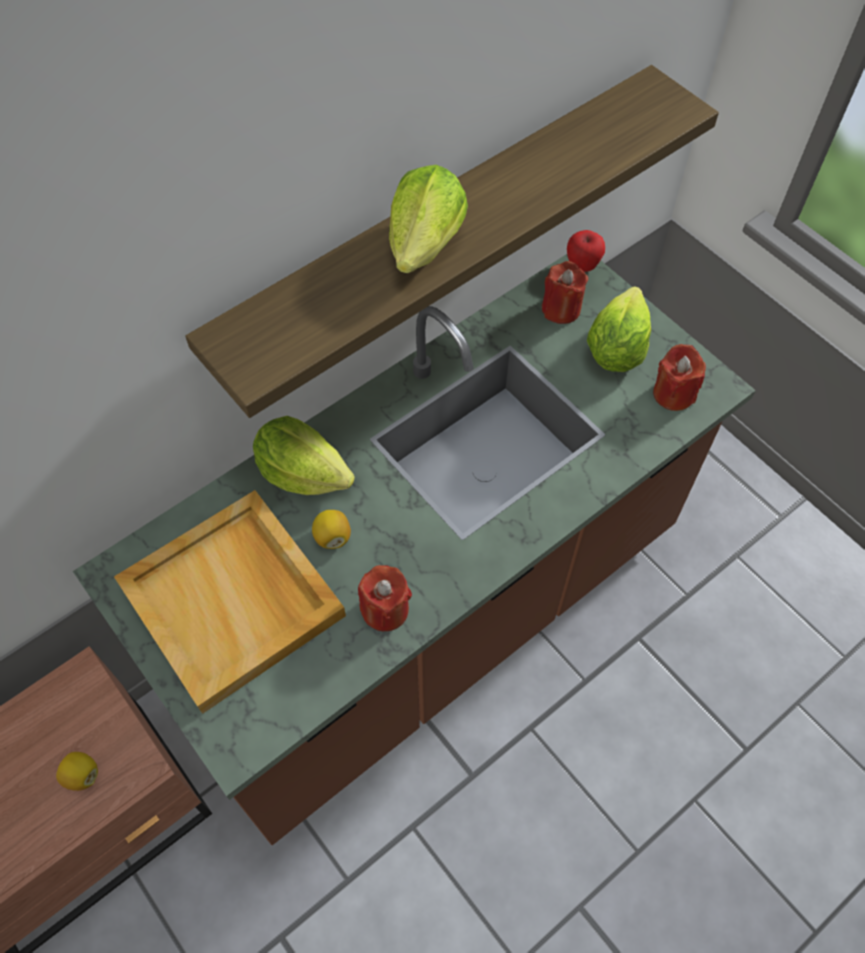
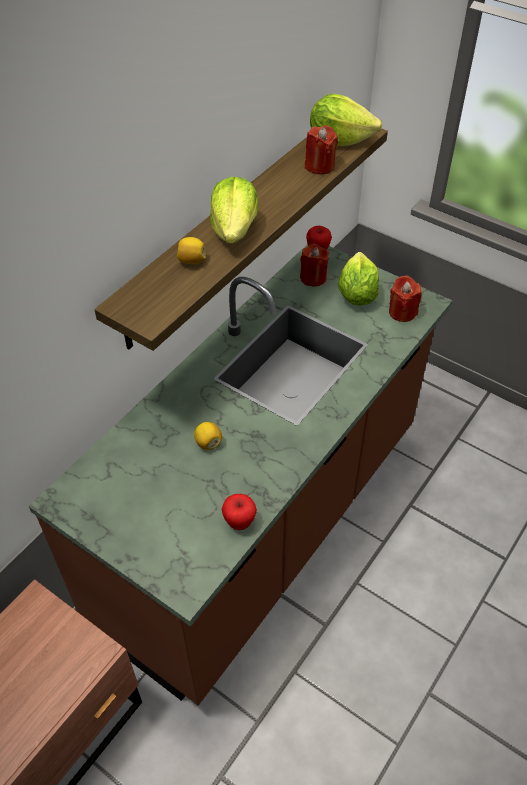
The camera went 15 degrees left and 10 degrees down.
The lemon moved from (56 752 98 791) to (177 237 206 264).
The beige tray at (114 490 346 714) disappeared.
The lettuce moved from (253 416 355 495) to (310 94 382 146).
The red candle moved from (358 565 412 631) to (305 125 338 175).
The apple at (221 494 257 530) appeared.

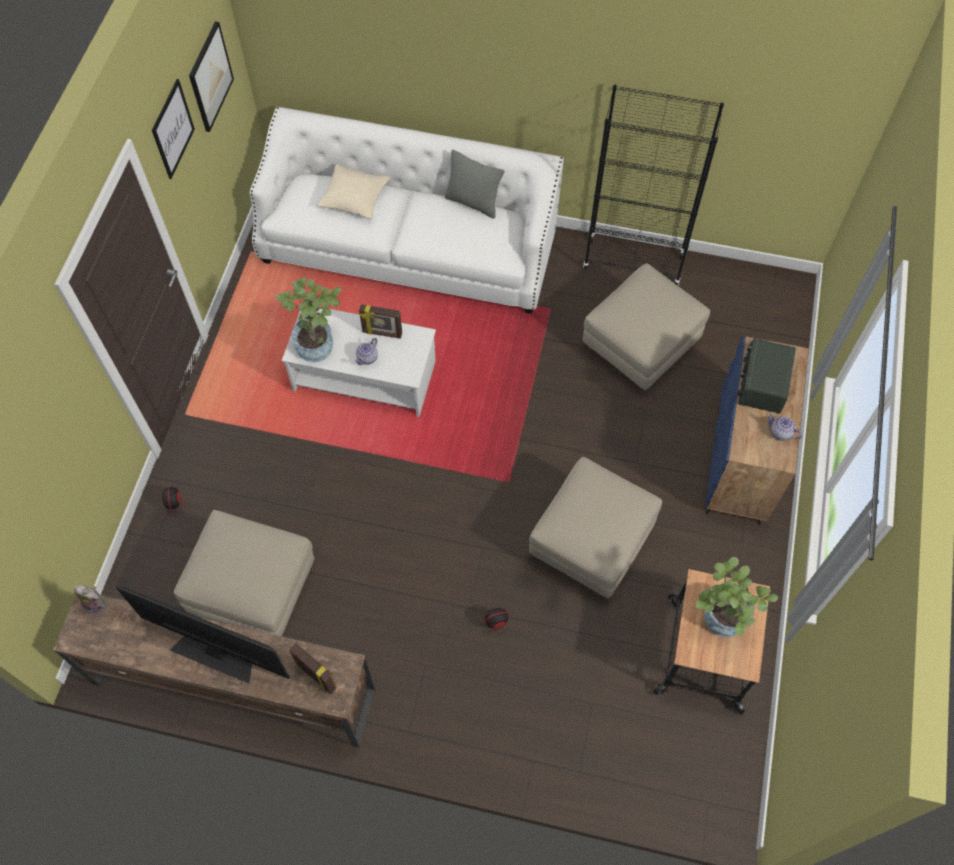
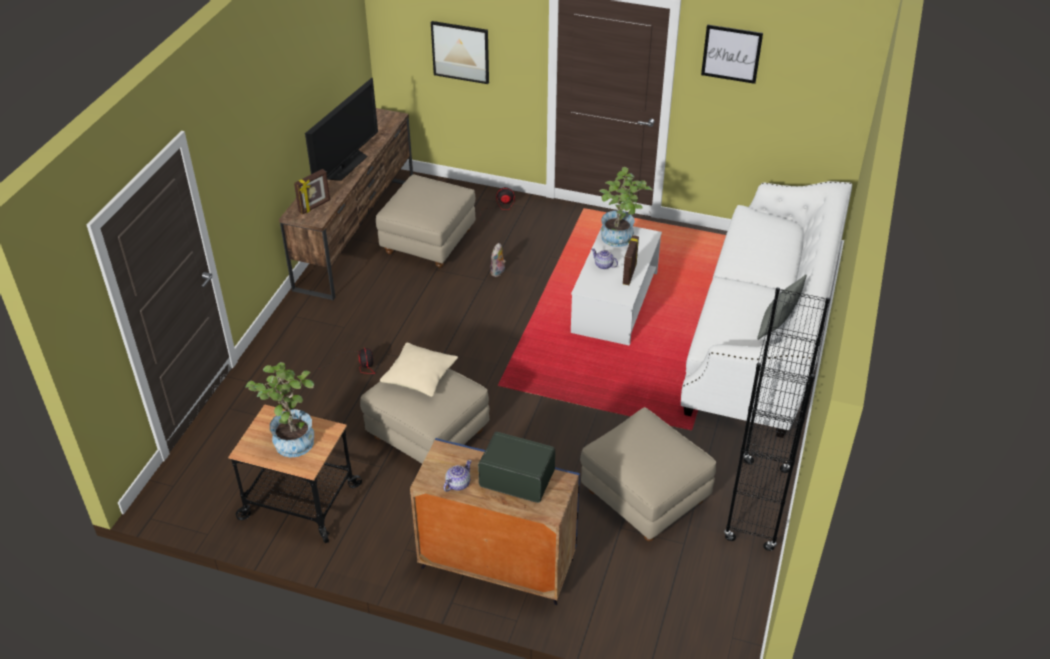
The camera went 95 degrees right and 20 degrees down.
The plush toy moved from (74 585 107 616) to (490 243 506 277).
The picture moved from (189 21 234 132) to (431 21 489 84).
The beige pillow moved from (317 164 390 219) to (380 343 458 397).

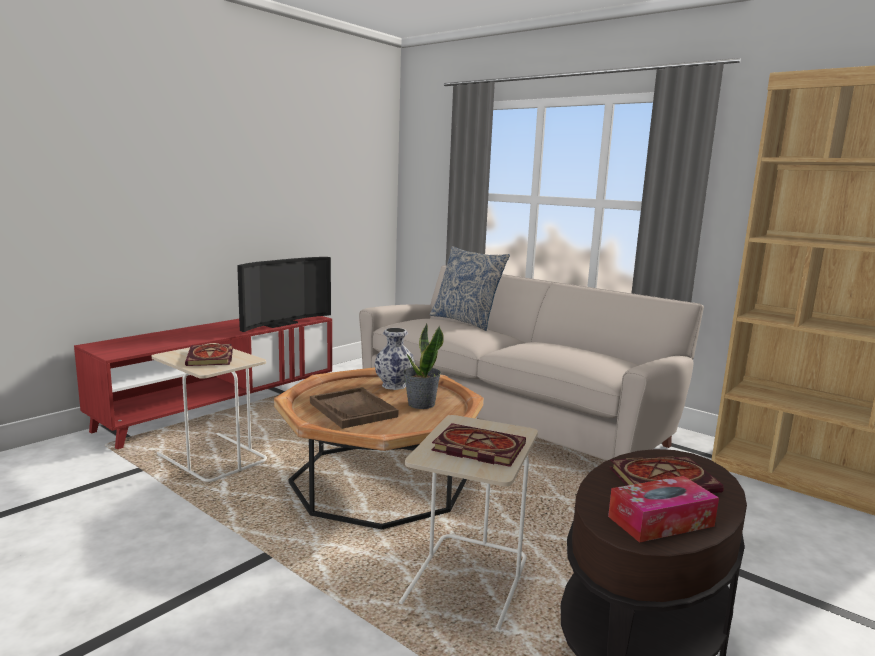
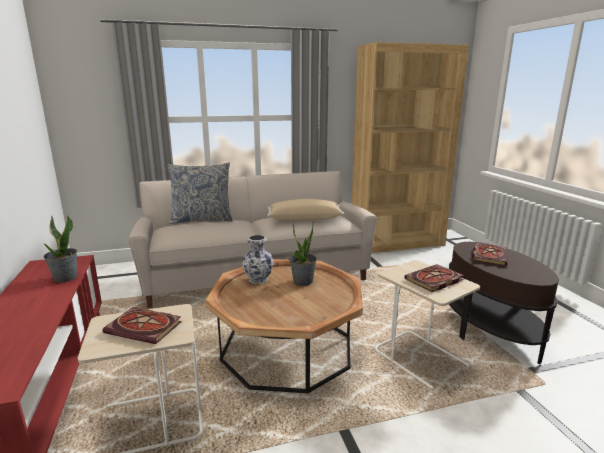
The camera went 55 degrees left and 5 degrees up.
The television at (237 257 331 332) was replaced by the potted plant at (44 215 78 283).
The brown tray at (310 387 398 429) disappeared.
The tissue box at (608 476 719 543) disappeared.
The beige pillow at (267 199 344 221) appeared.

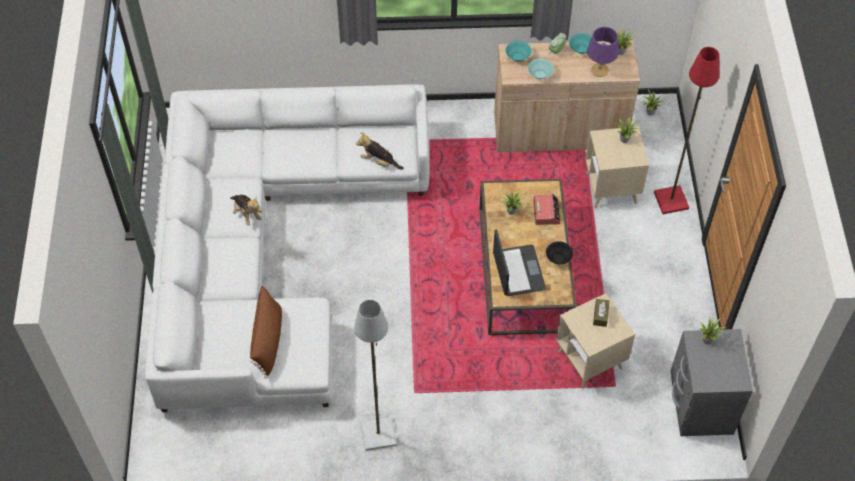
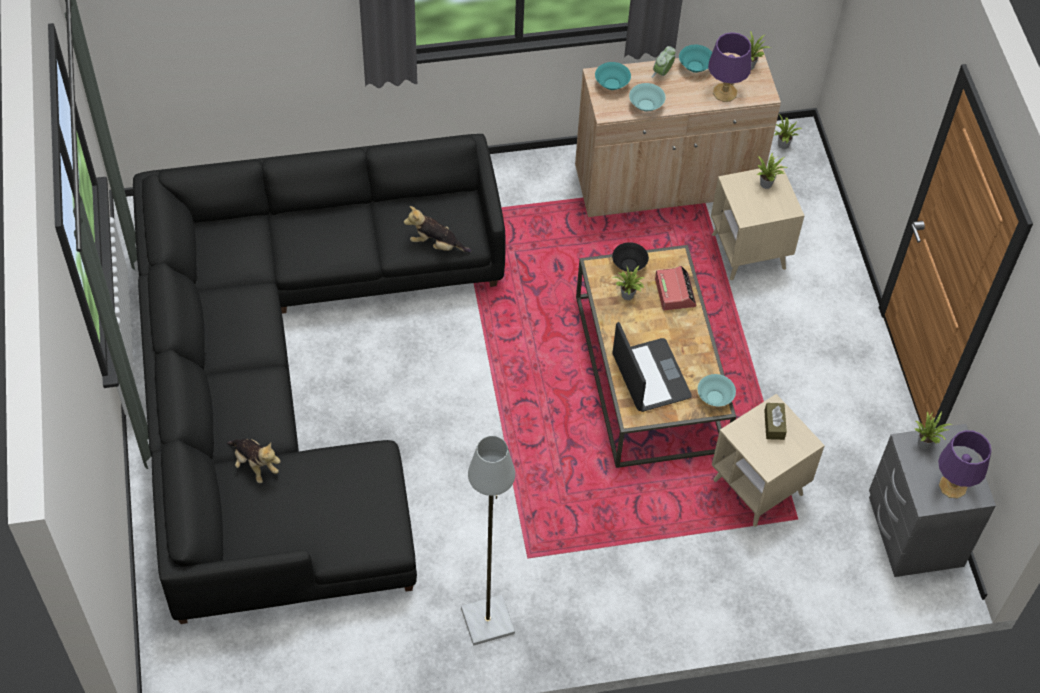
The camera went 10 degrees left and 0 degrees up.
The white sofa at (145 84 430 412) became the black sofa at (133 134 505 624).
The plush toy moved from (230 195 262 225) to (226 439 281 483).
The brown pillow at (250 285 282 379) disappeared.
The black bowl moved from (546 241 573 265) to (612 242 649 272).
The red floor lamp at (654 47 719 214) disappeared.
The turquoise bowl at (698 374 736 406) appeared.
The purple table lamp at (938 430 991 498) appeared.

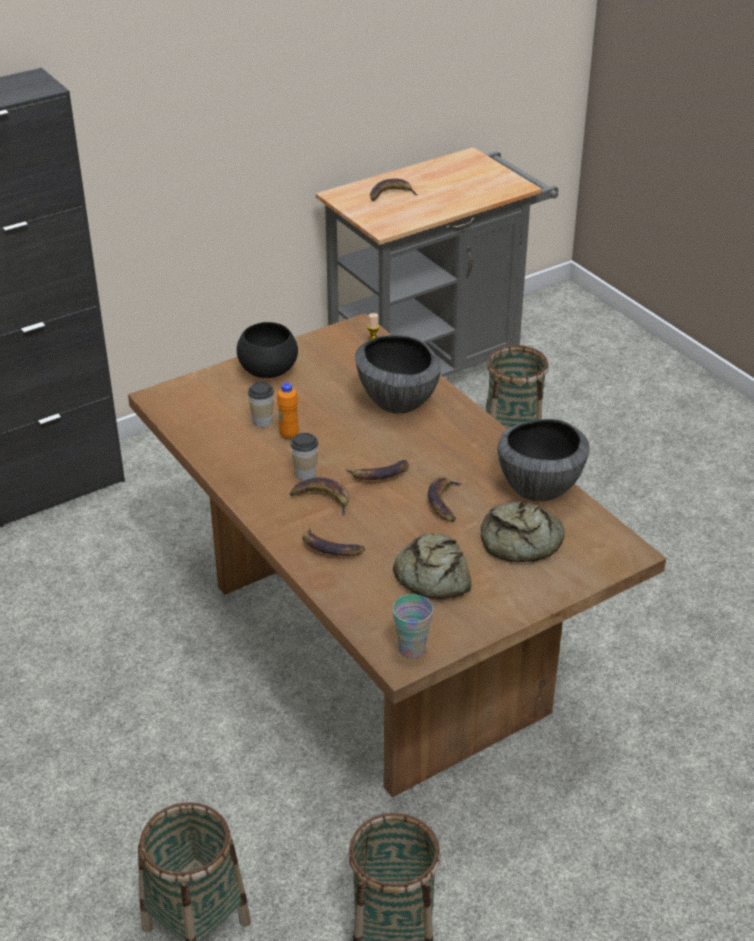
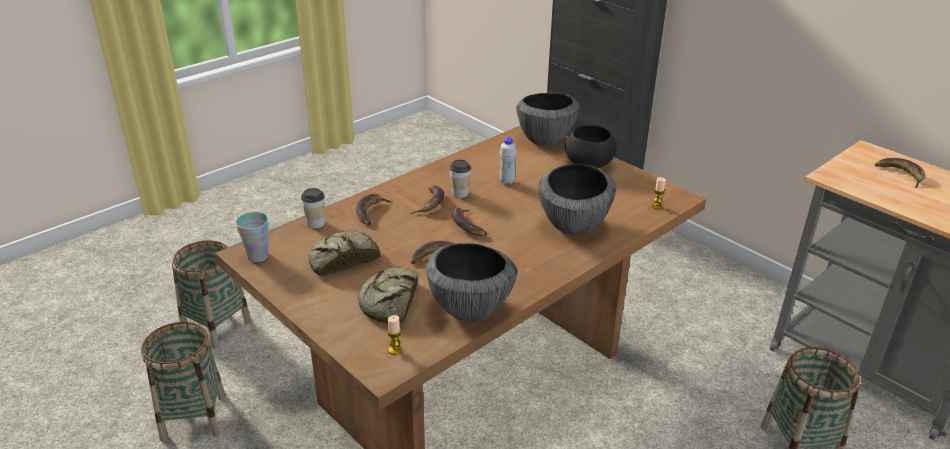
The camera went 80 degrees right and 5 degrees down.
The cup moved from (248 382 274 427) to (301 188 325 229).
The orange bottle at (277 382 299 439) became the white bottle at (500 137 517 185).
The candle at (387 315 402 355) appeared.
The bowl at (517 93 580 146) appeared.

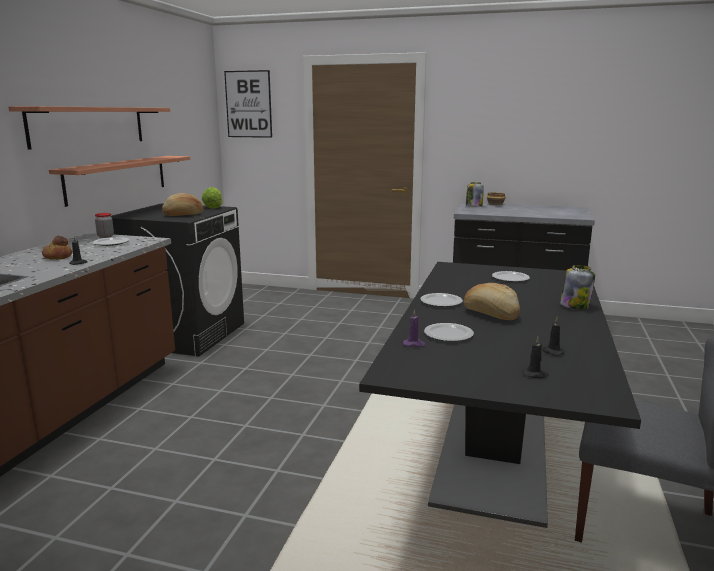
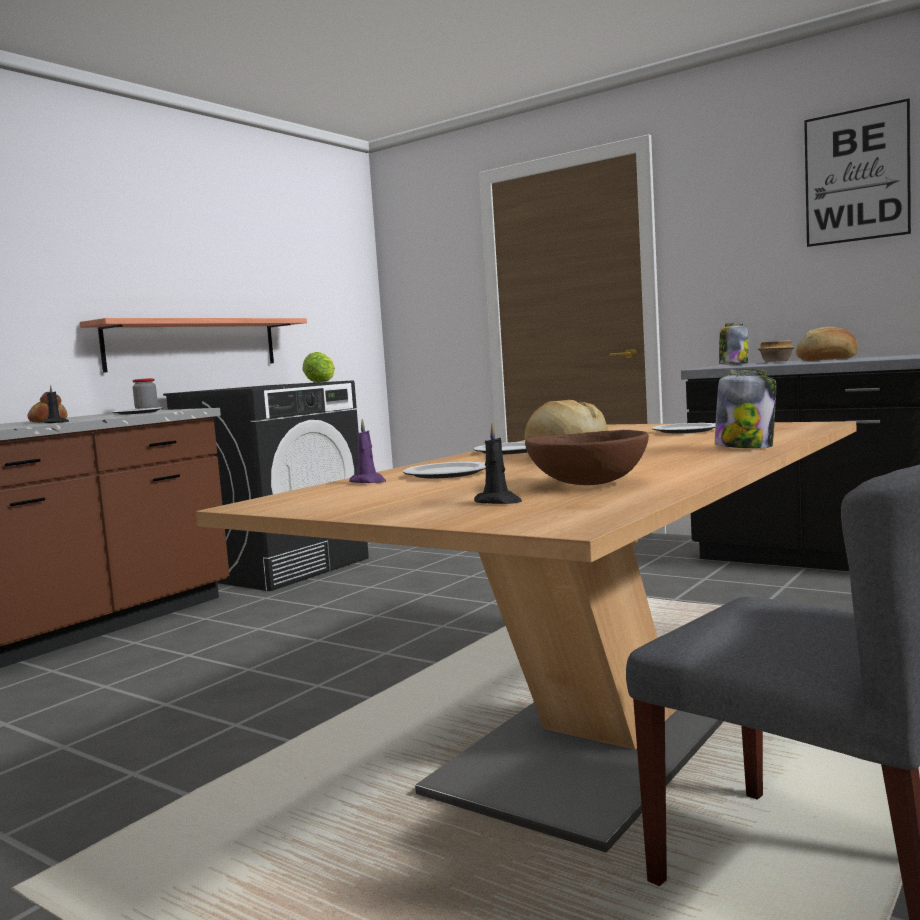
The camera went 20 degrees right and 10 degrees down.
The shelf at (8 106 170 150) disappeared.
The bread moved from (162 193 203 216) to (796 327 858 361).
The picture moved from (224 70 272 138) to (804 98 911 247).
The black dining table at (359 262 641 528) became the beige dining table at (196 421 856 853).
The black candle at (542 318 565 356) was replaced by the brown bowl at (525 430 649 485).

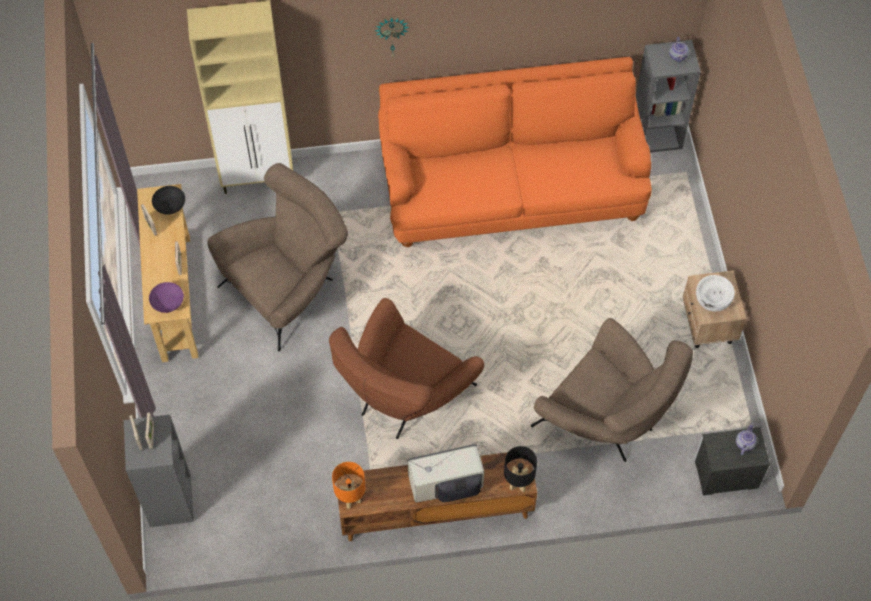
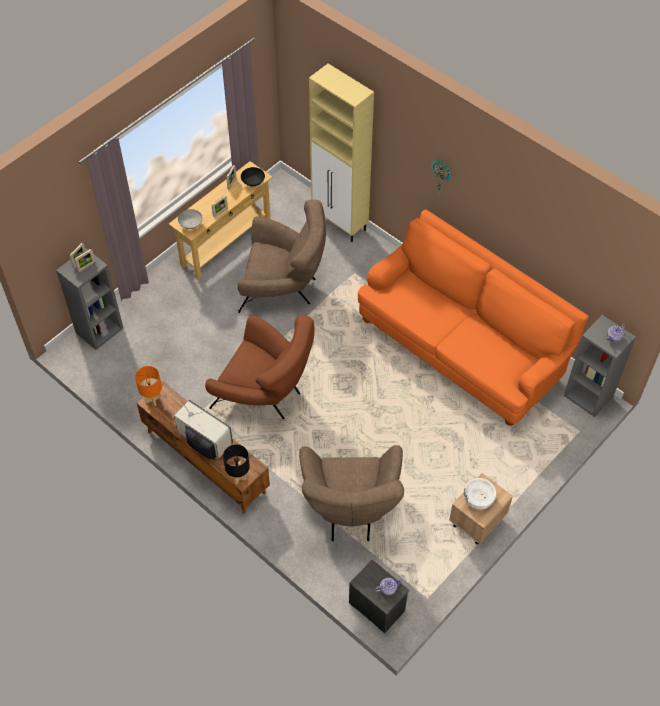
The camera went 50 degrees right and 5 degrees down.
The purple bowl at (149 282 184 313) became the grey bowl at (178 209 203 229).
The brown armchair at (329 298 484 439) turned 150 degrees counterclockwise.

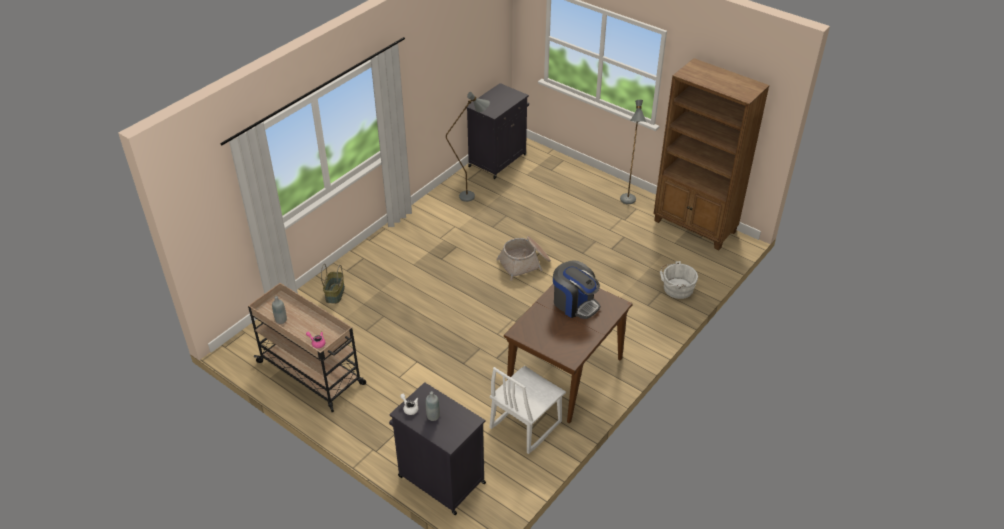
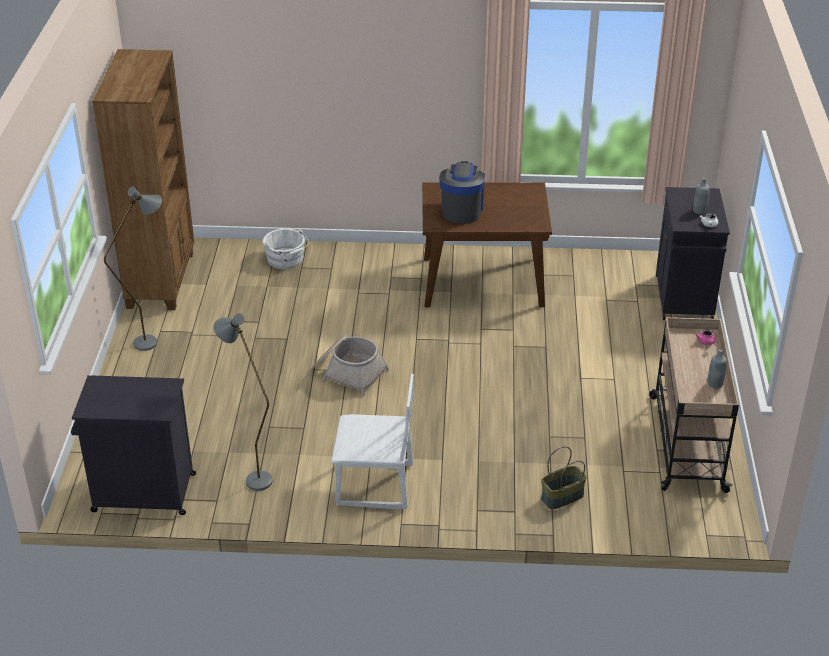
The camera went 125 degrees left and 5 degrees down.
The white chair moved from (489 366 566 454) to (331 374 414 509).

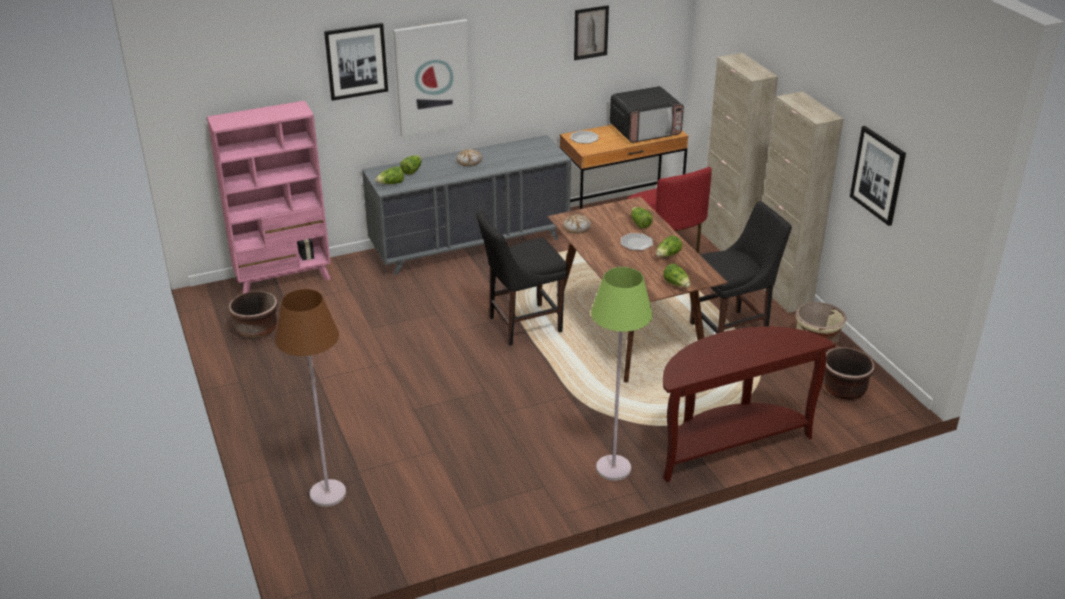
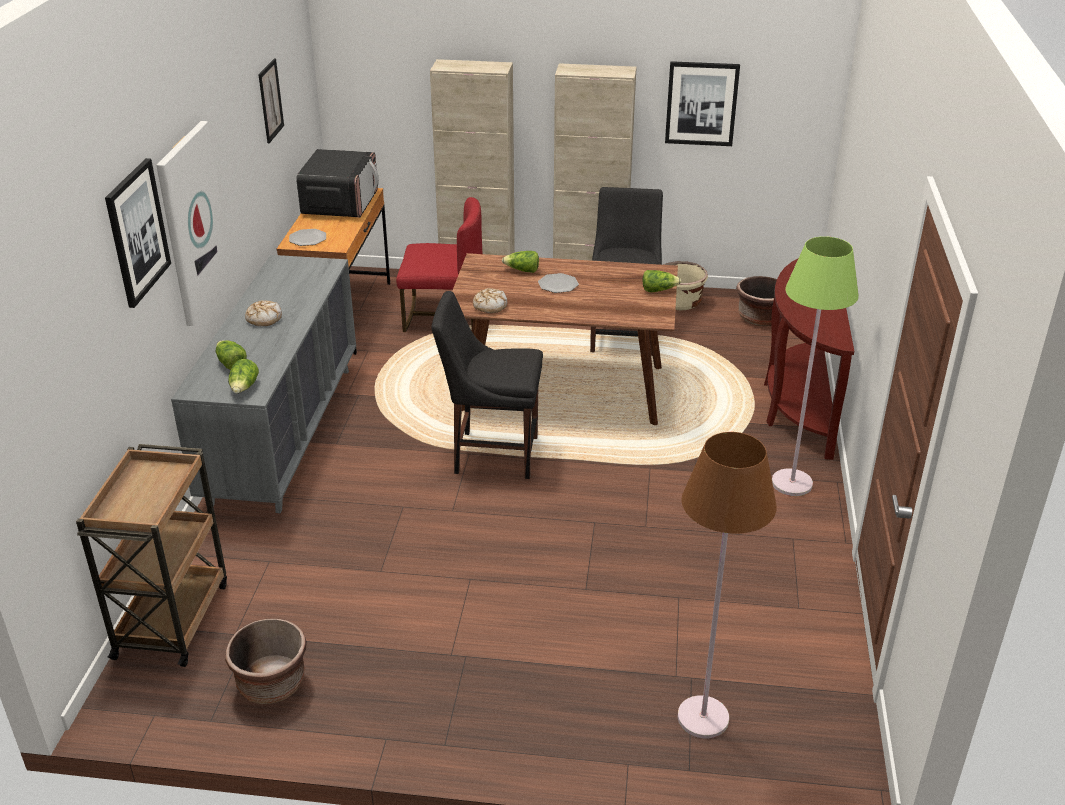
The camera went 60 degrees left and 0 degrees up.
The pink bookcase at (207 101 331 293) was replaced by the brown cart at (76 444 227 667).
The black chair at (476 210 567 346) turned 90 degrees clockwise.
The lettuce at (656 236 682 257) disappeared.

